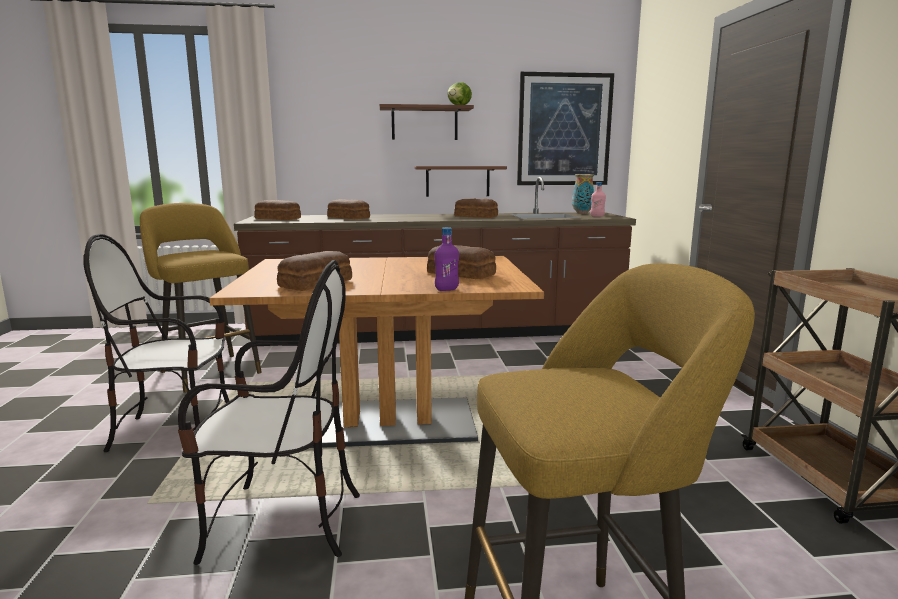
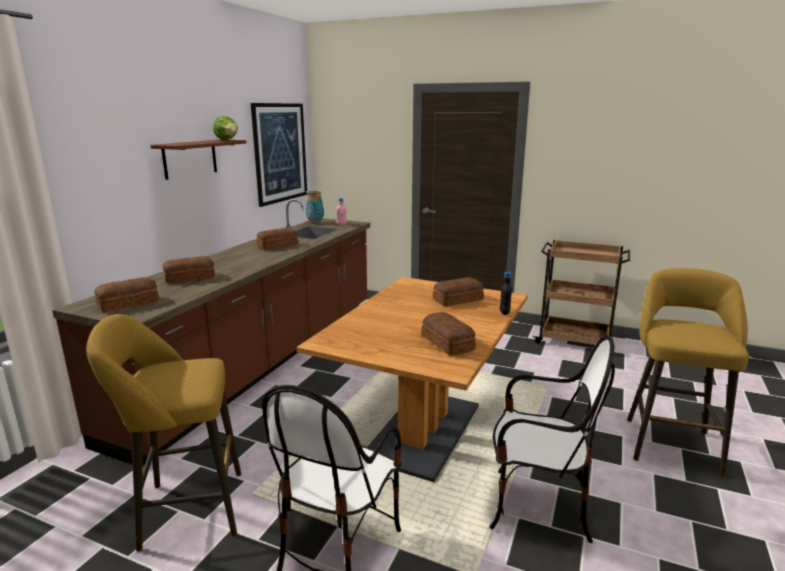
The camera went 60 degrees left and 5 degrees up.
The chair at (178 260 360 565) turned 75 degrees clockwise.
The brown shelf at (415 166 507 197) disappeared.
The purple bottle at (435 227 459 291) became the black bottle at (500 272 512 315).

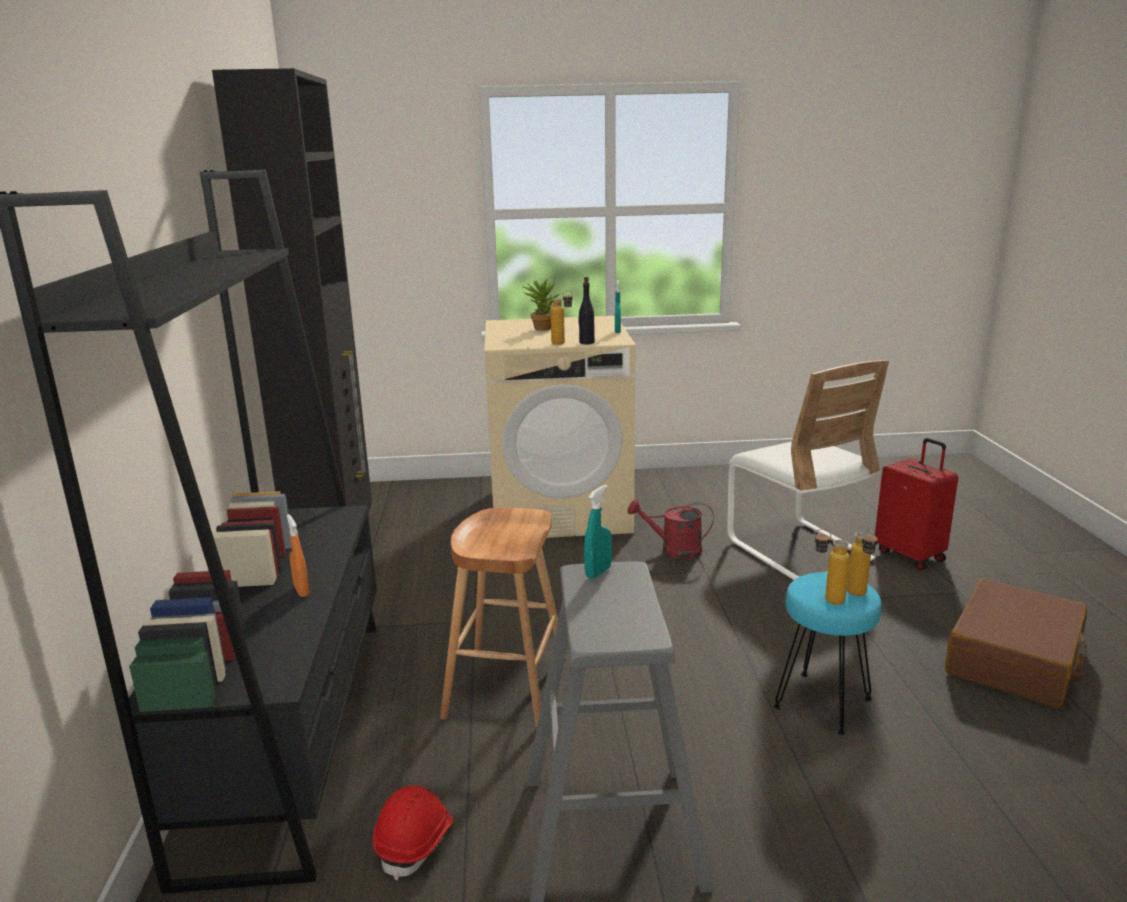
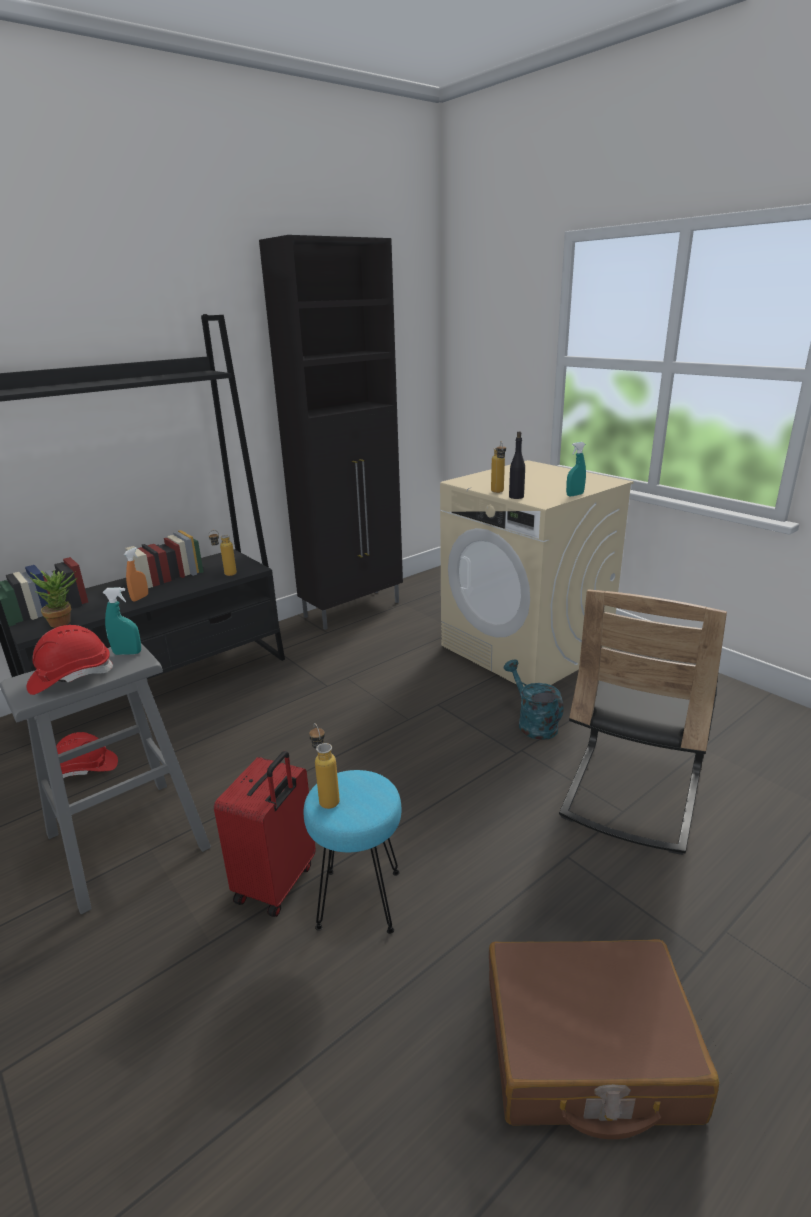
The camera went 55 degrees right and 5 degrees up.
The brown stool at (440 507 566 728) disappeared.
The potted plant moved from (522 278 559 331) to (29 571 77 627).
The red watering can at (627 499 714 559) became the turquoise watering can at (504 659 564 740).
The white chair at (727 360 889 580) became the black chair at (559 589 727 855).
The bottle moved from (847 529 878 596) to (208 530 237 576).
The red suitcase moved from (875 438 958 570) to (214 751 316 917).
The red hard hat at (26 625 113 695) appeared.

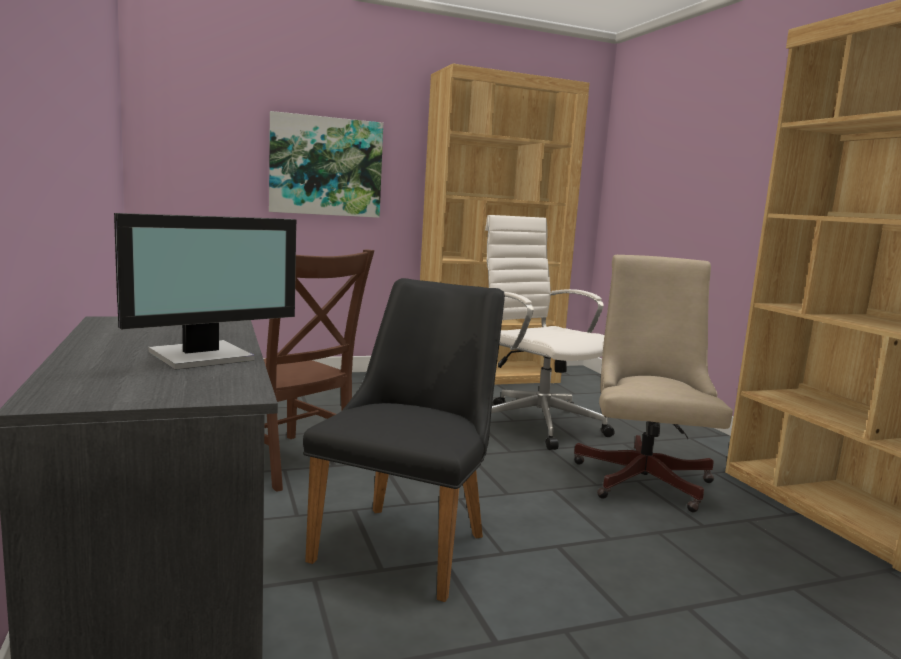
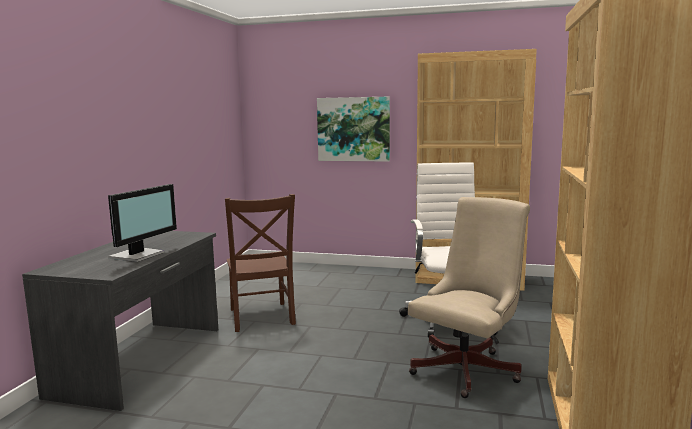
The camera went 35 degrees right and 0 degrees up.
The monitor at (114 213 296 370) turned 60 degrees counterclockwise.
The black chair at (303 278 505 602) disappeared.

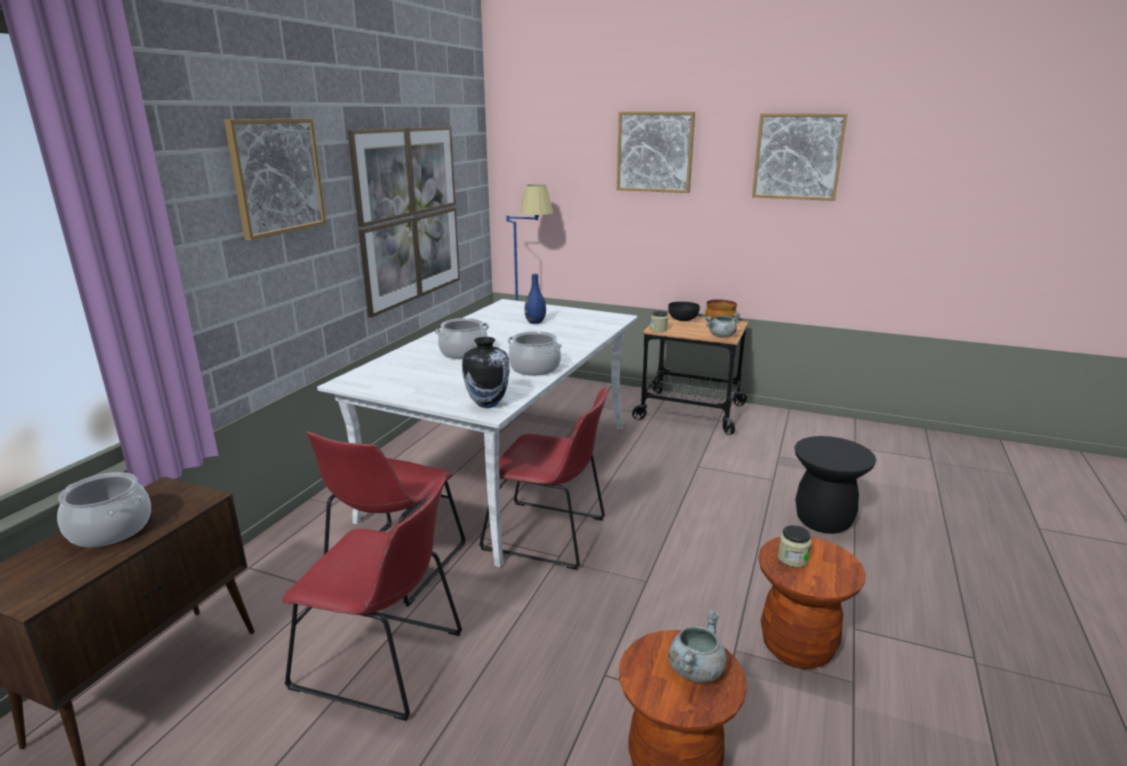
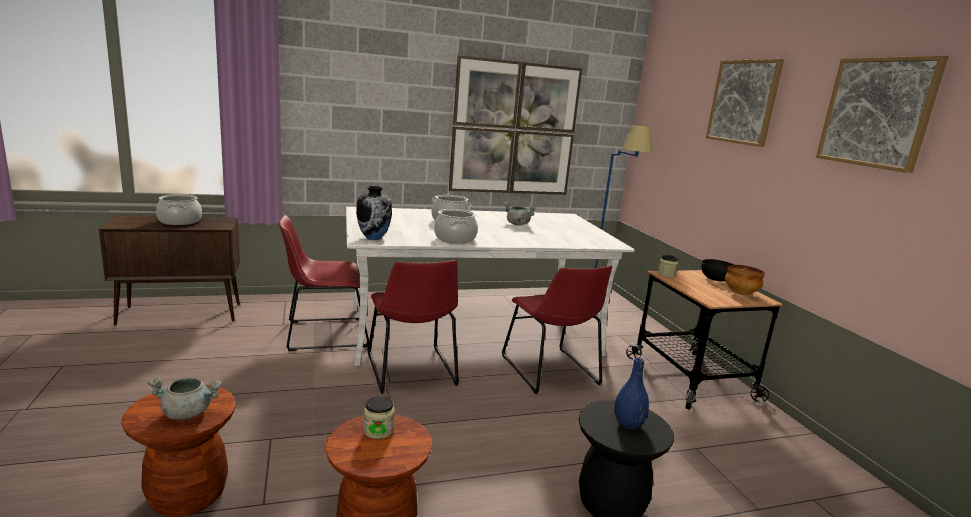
The camera went 50 degrees right and 5 degrees down.
The picture at (224 118 326 240) disappeared.
The red chair moved from (282 476 462 721) to (502 266 612 394).
The blue vase moved from (524 274 546 324) to (614 358 649 430).
The grey cooking pot moved from (705 312 741 338) to (503 202 536 225).

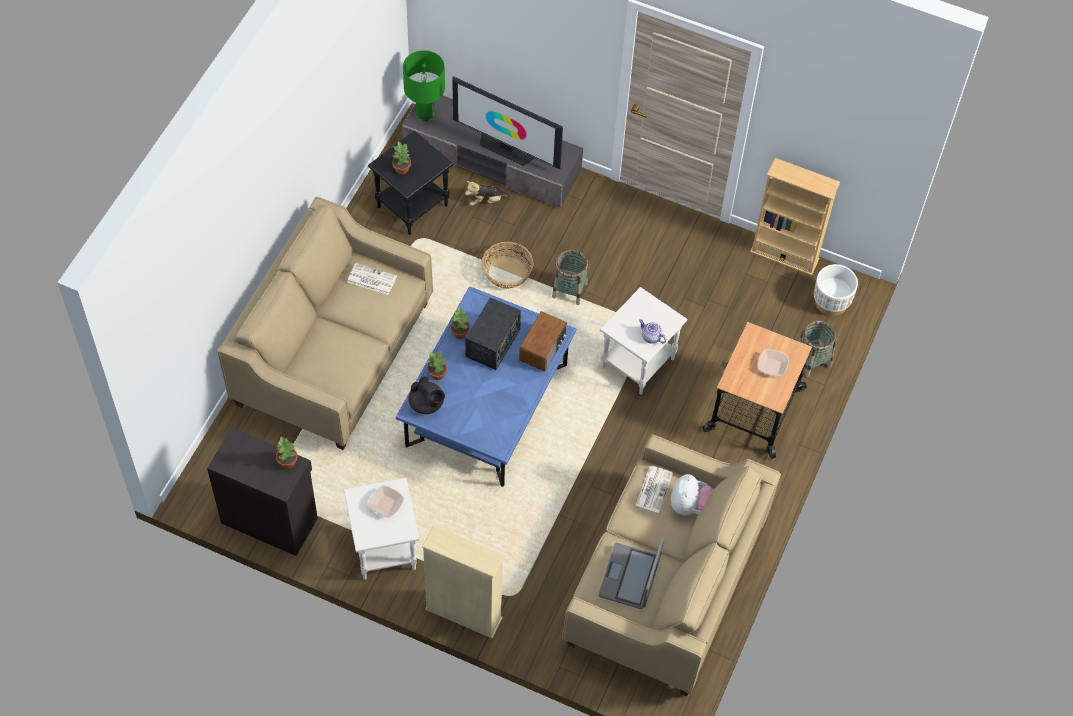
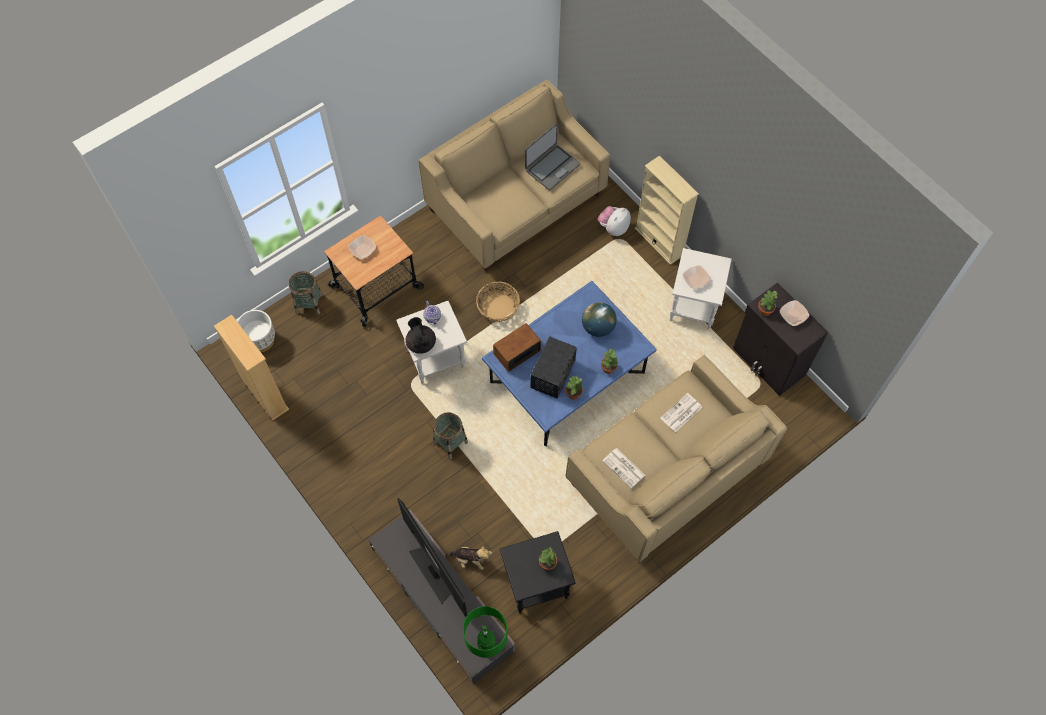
The camera went 150 degrees left and 5 degrees up.
The black teapot moved from (408 377 445 414) to (406 317 436 354).
The radio at (465 297 521 370) turned 150 degrees clockwise.
The basket moved from (482 242 534 289) to (476 282 520 322).
The newspaper moved from (636 466 673 513) to (661 393 702 432).
The plush toy moved from (671 474 713 515) to (598 206 631 236).
The globe at (582 302 617 337) appeared.
The bowl at (780 300 809 326) appeared.

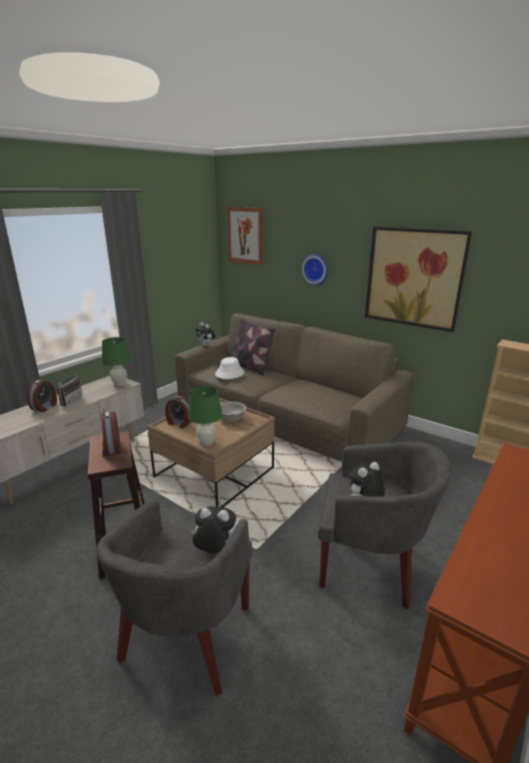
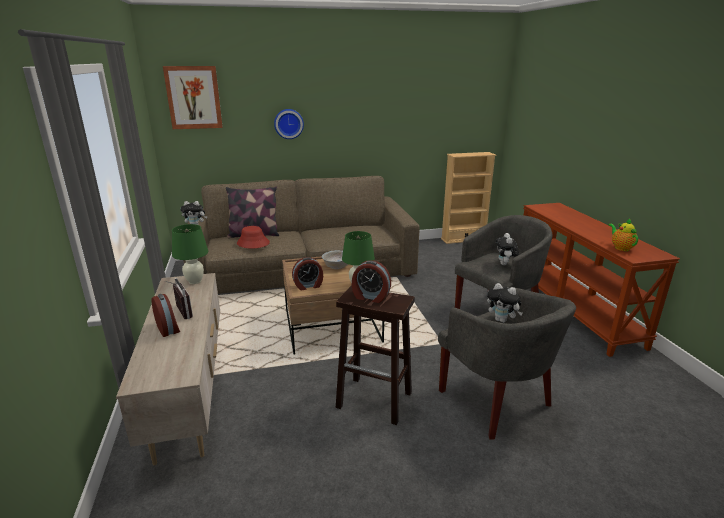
The camera went 50 degrees left and 0 degrees up.
The plush toy at (191 506 236 553) turned 105 degrees counterclockwise.
The white hat at (215 357 244 379) became the red hat at (237 226 270 249).
The picture at (365 227 472 332) disappeared.
The teapot at (609 219 638 251) appeared.

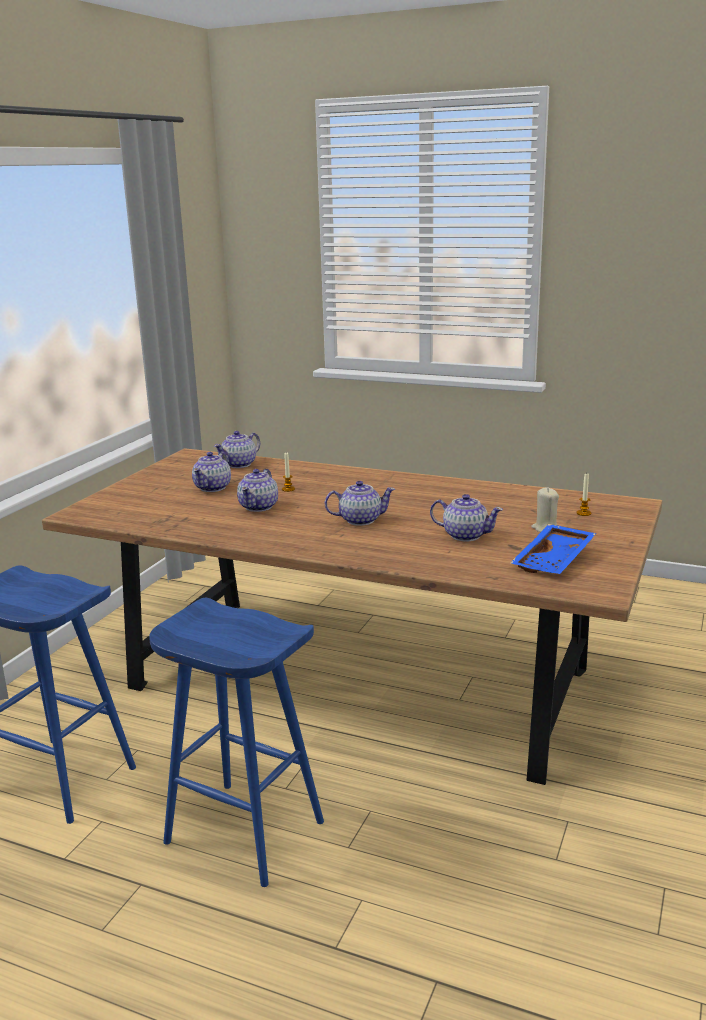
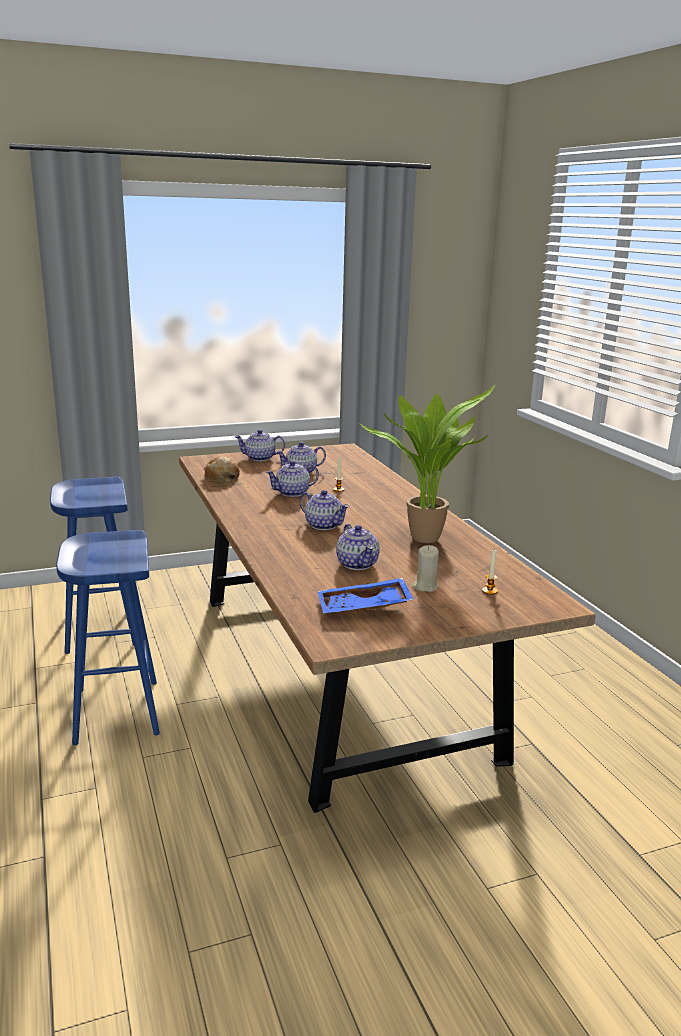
The camera went 45 degrees right and 0 degrees up.
The teapot moved from (214 431 261 468) to (235 429 285 461).
The bread at (204 457 240 482) appeared.
The potted plant at (360 385 495 543) appeared.

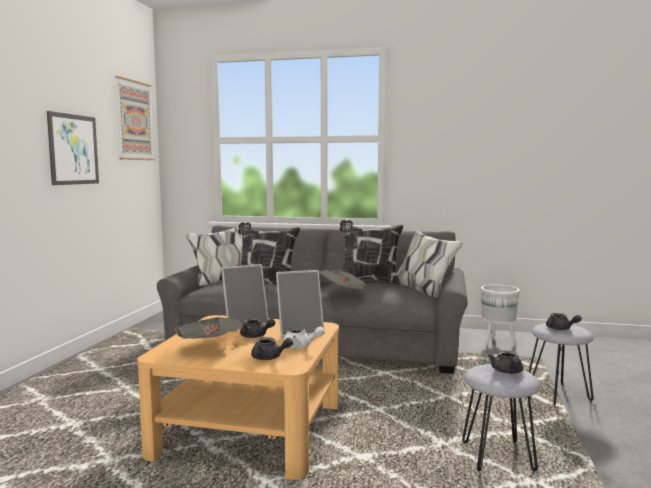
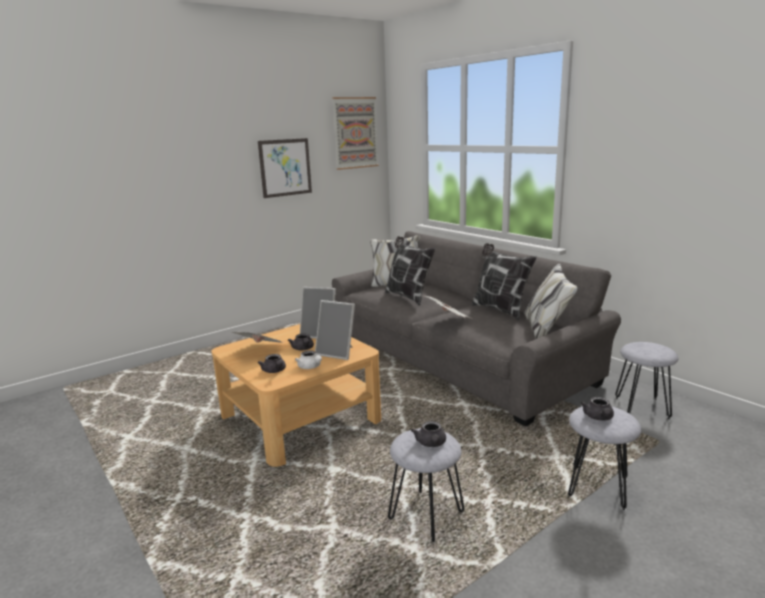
The camera went 40 degrees right and 10 degrees up.
The white planter at (481 285 520 346) was replaced by the grey stool at (615 342 678 419).
The grey teapot at (488 351 523 374) turned 45 degrees counterclockwise.

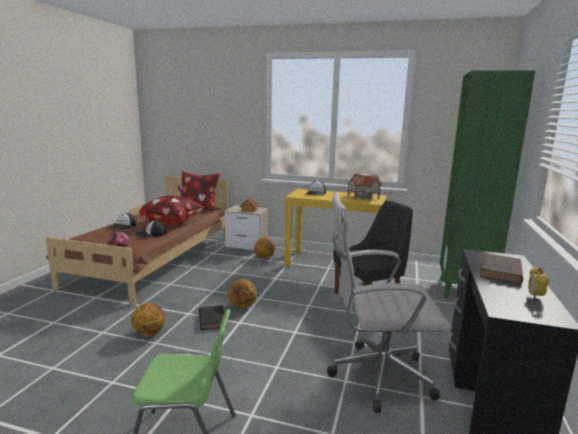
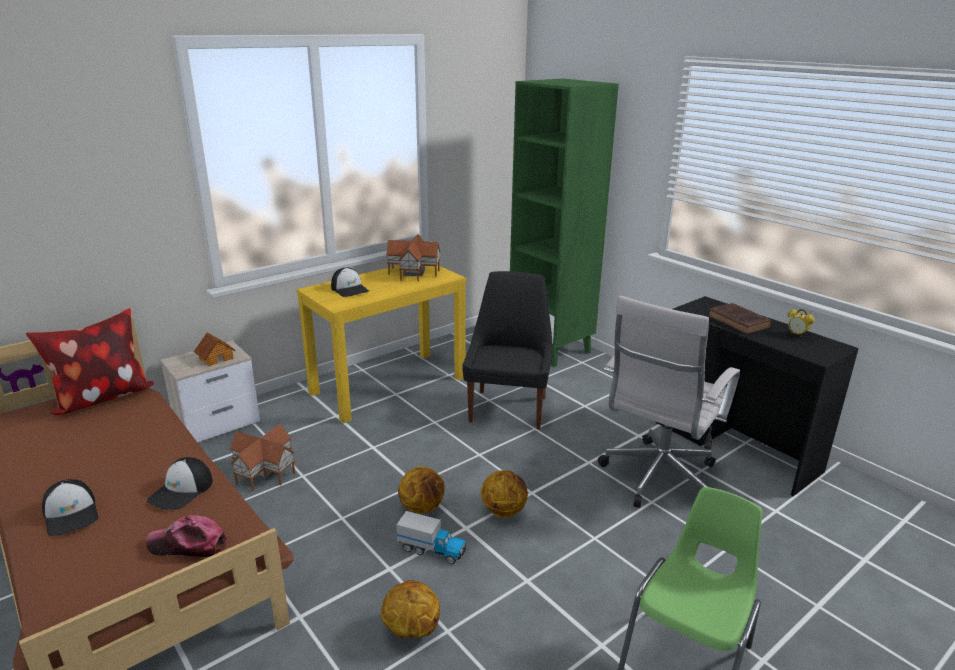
The camera went 55 degrees left and 10 degrees up.
The pillow at (139 195 204 226) disappeared.
The black book at (199 305 227 330) was replaced by the toy truck at (396 511 467 564).
The basketball moved from (254 237 275 258) to (481 470 528 518).
The toy house at (229 424 295 491) appeared.

